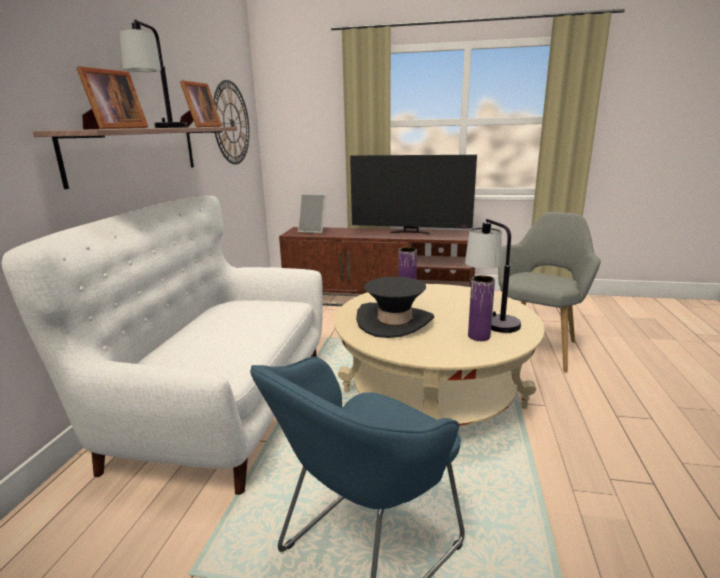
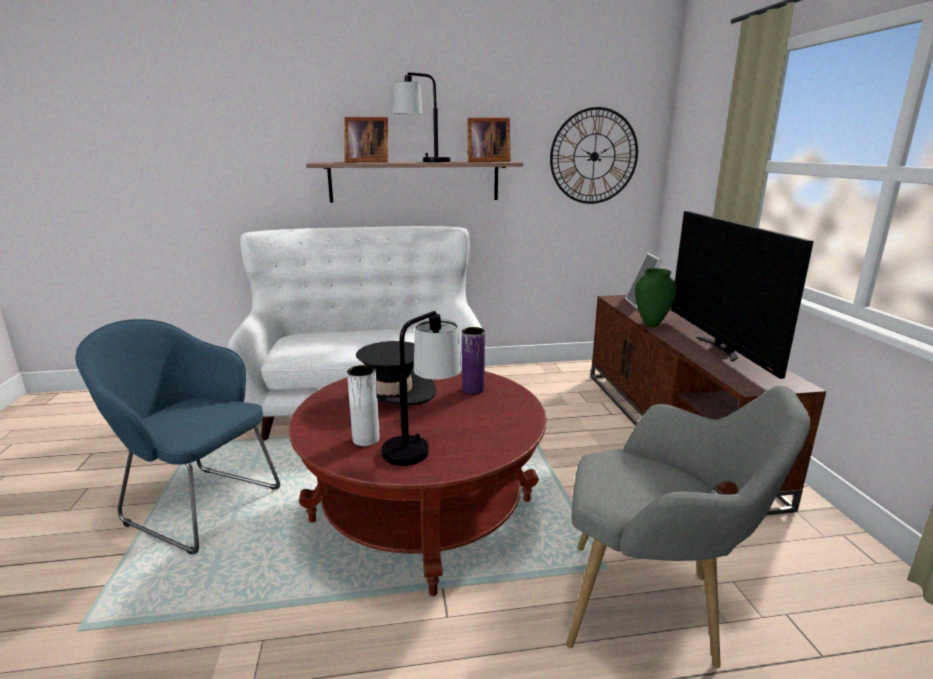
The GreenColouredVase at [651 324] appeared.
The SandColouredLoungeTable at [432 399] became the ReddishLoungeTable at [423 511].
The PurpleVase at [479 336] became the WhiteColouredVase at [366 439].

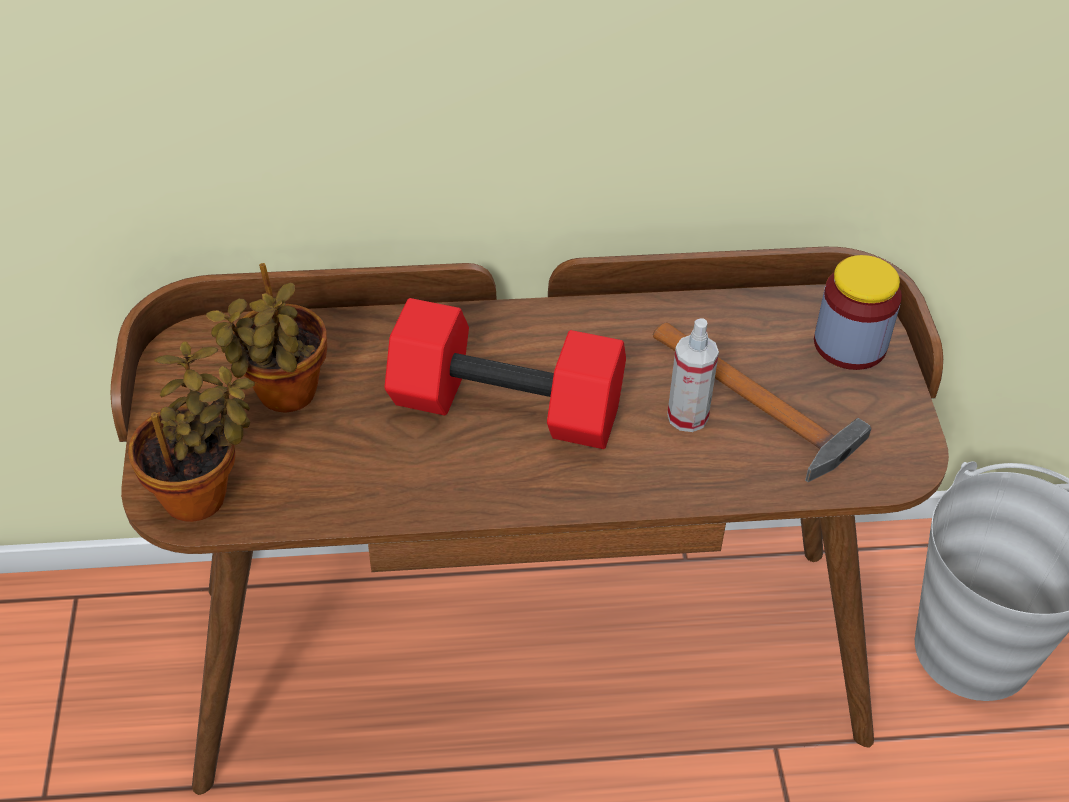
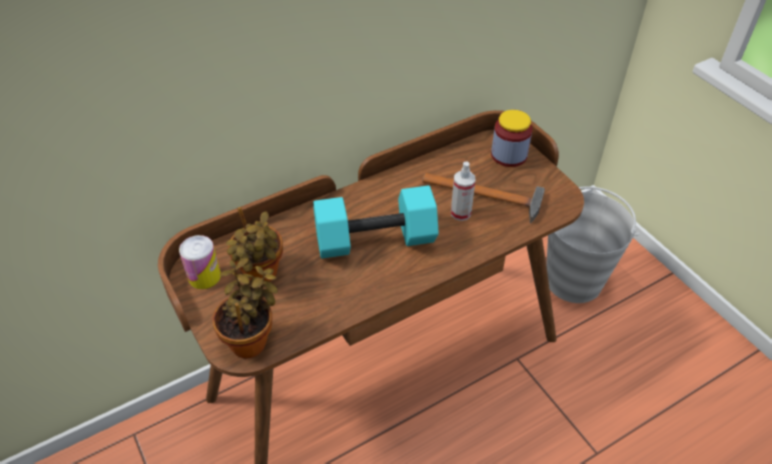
The SealedCan at [204 276] appeared.
The ReddishFreeWeight at [509 405] became the TurquoiseColouredFreeWeight at [376 238].

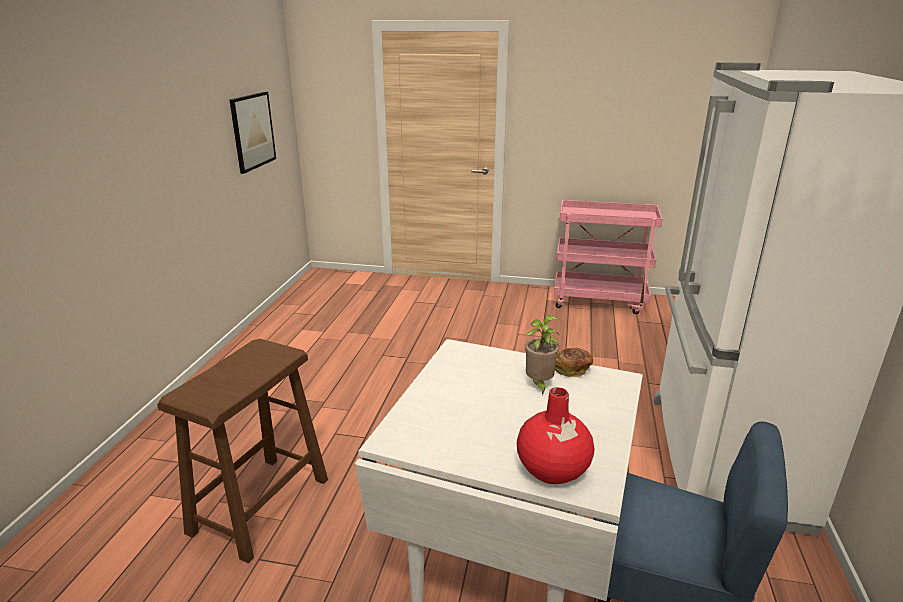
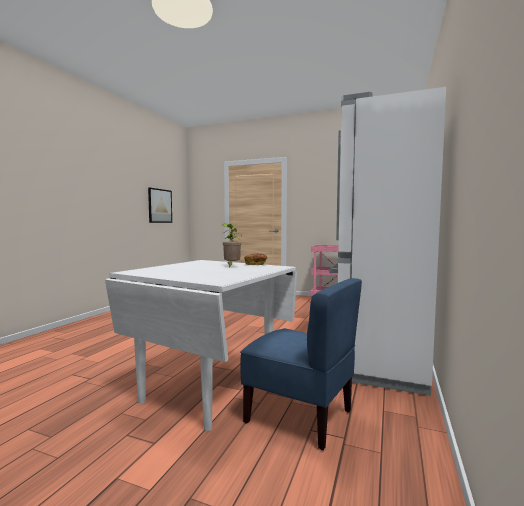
The BrownishStoolSeat at [261 505] disappeared.
The ReddishVase at [552 469] disappeared.

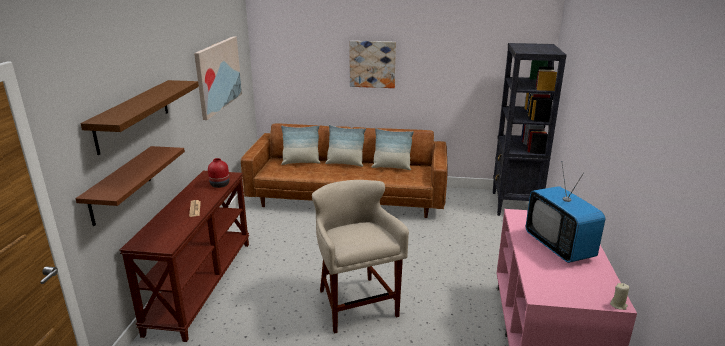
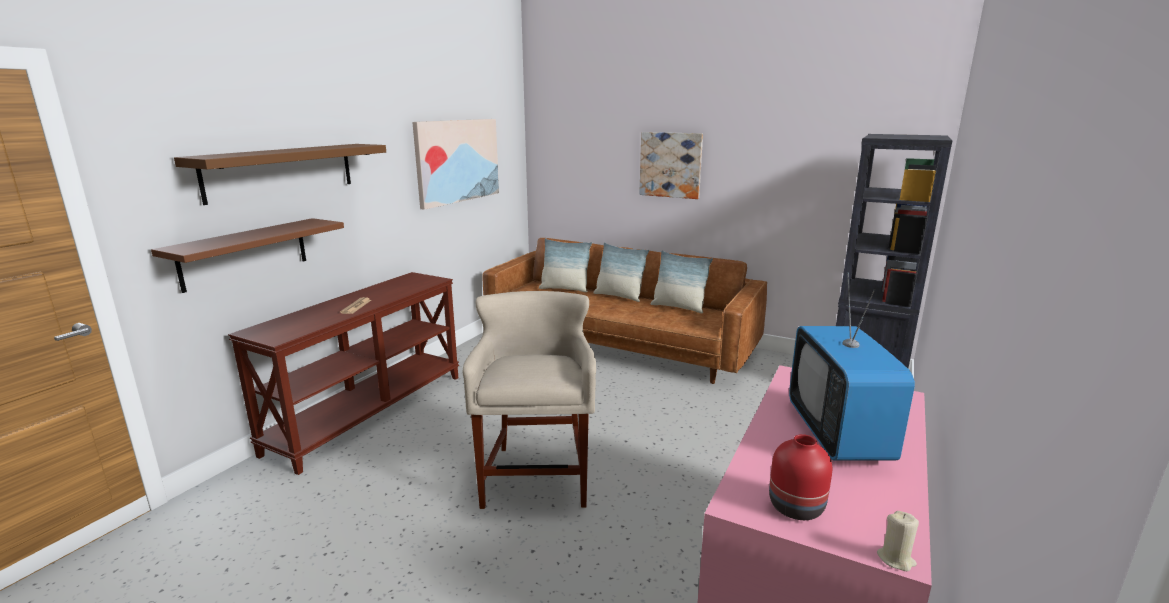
The ReddishVase moved from [219 185] to [794 507].

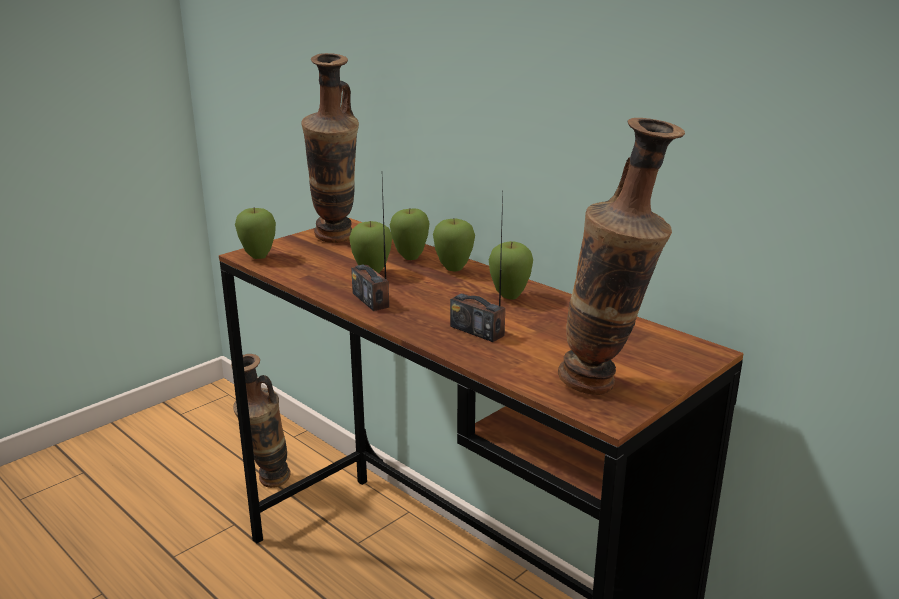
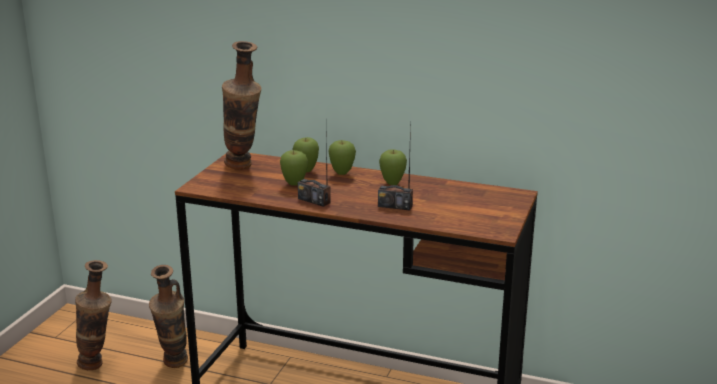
The AppleFruit at [258 258] disappeared.
The Vase moved from [605 388] to [98 365].

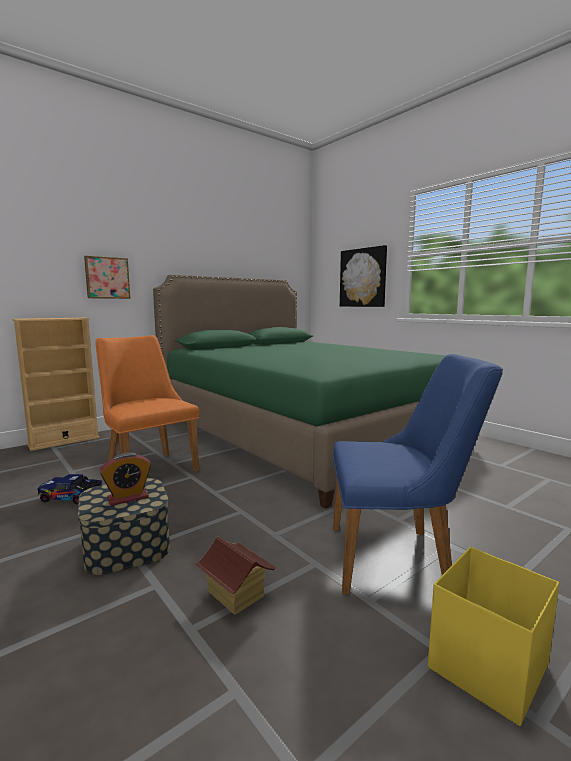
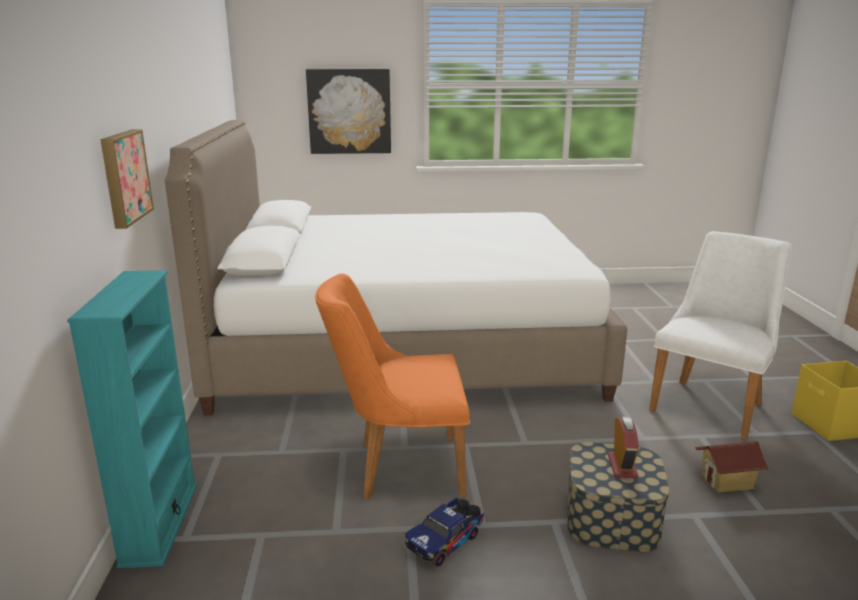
The SandColouredShelvingUnit at [64 441] became the TurquoiseColouredShelvingUnit at [160 523].
The GreenColouredSleepingBed at [301 433] became the WhiteColouredSleepingBed at [406 347].
The BlueColouredPlainChair at [400 558] became the WhiteColouredPlainChair at [712 403].

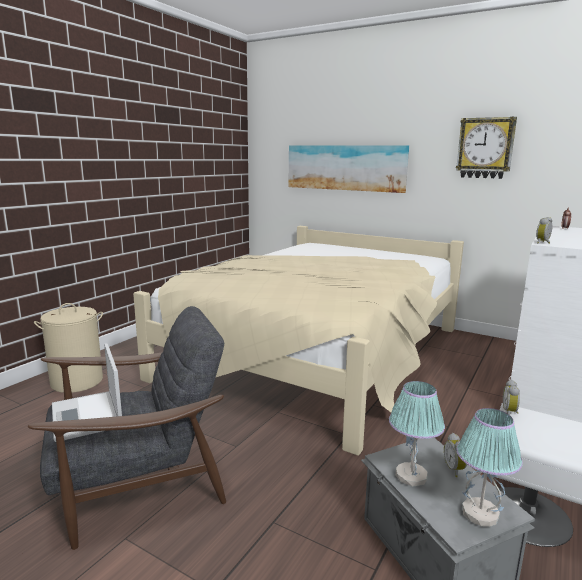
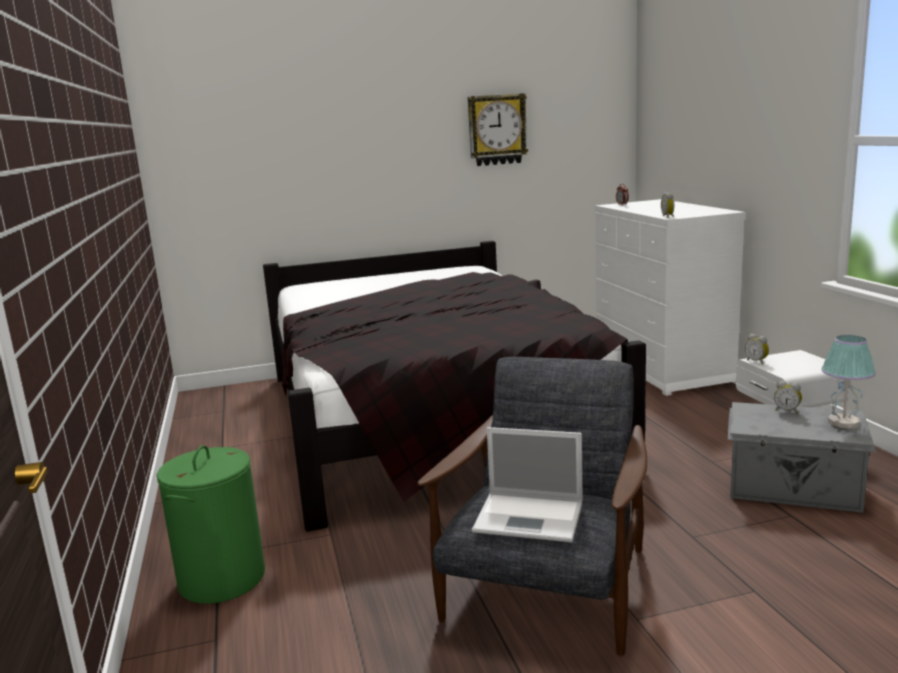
The WallArt at [345 167] disappeared.
The LampForATable at [411 476] disappeared.
The SandColouredHamper at [77 381] became the GreenColouredHamper at [222 578].
The SandColouredSleepingBed at [318 353] became the BlackishSleepingBed at [430 416].

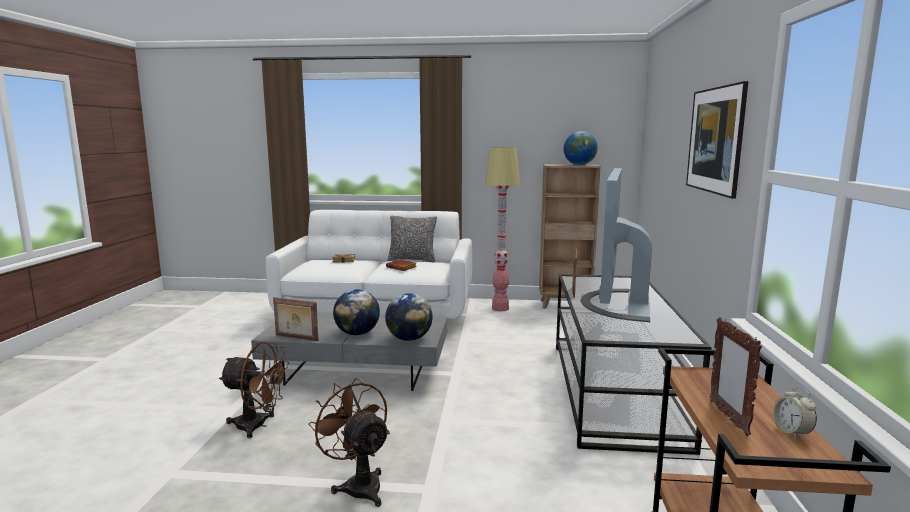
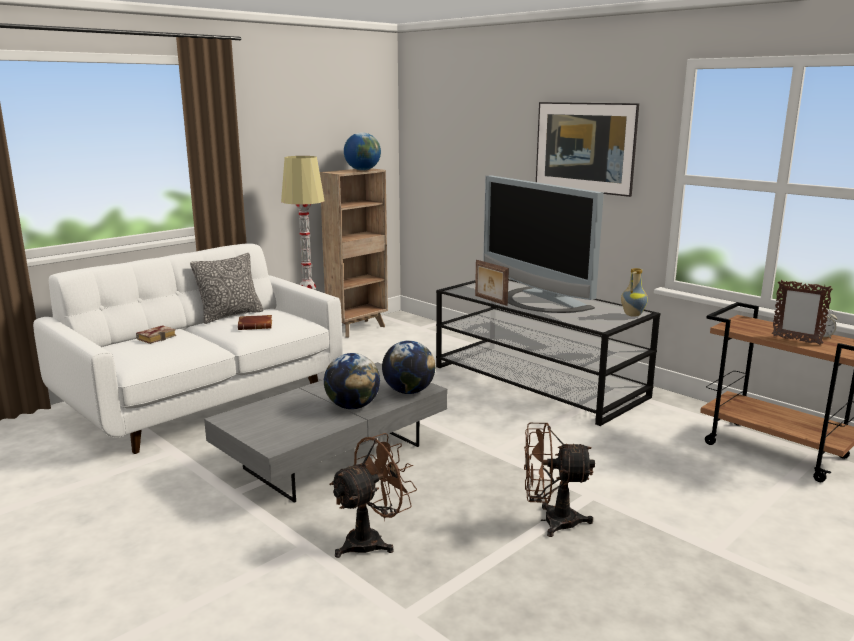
The PictureFrame at [296 338] disappeared.
The Vase at [632 315] appeared.

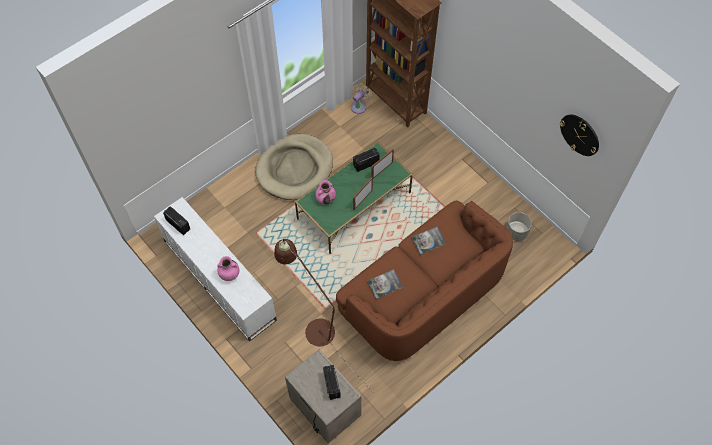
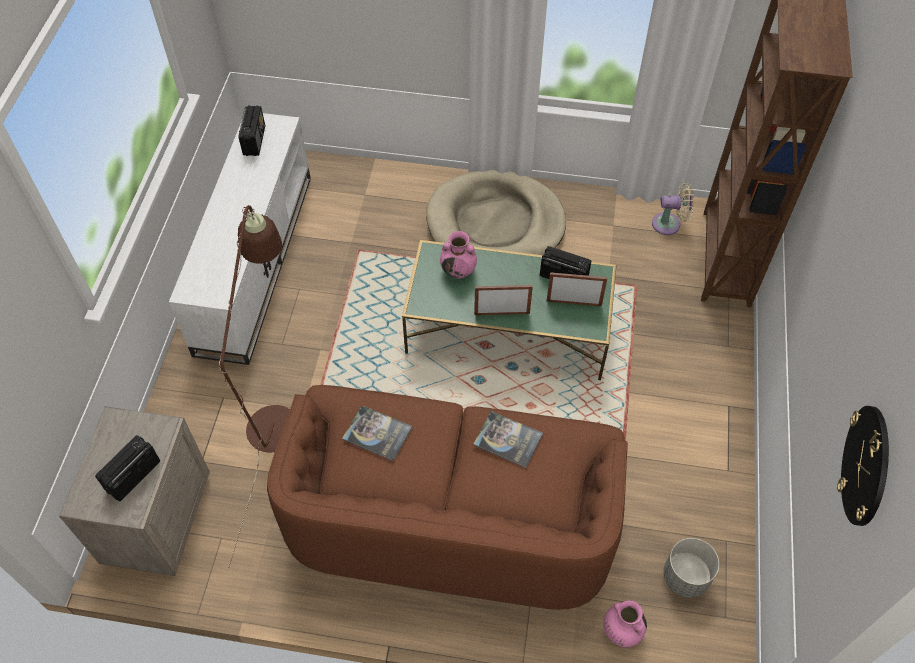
The PinkColouredVase moved from [229 274] to [621 630].

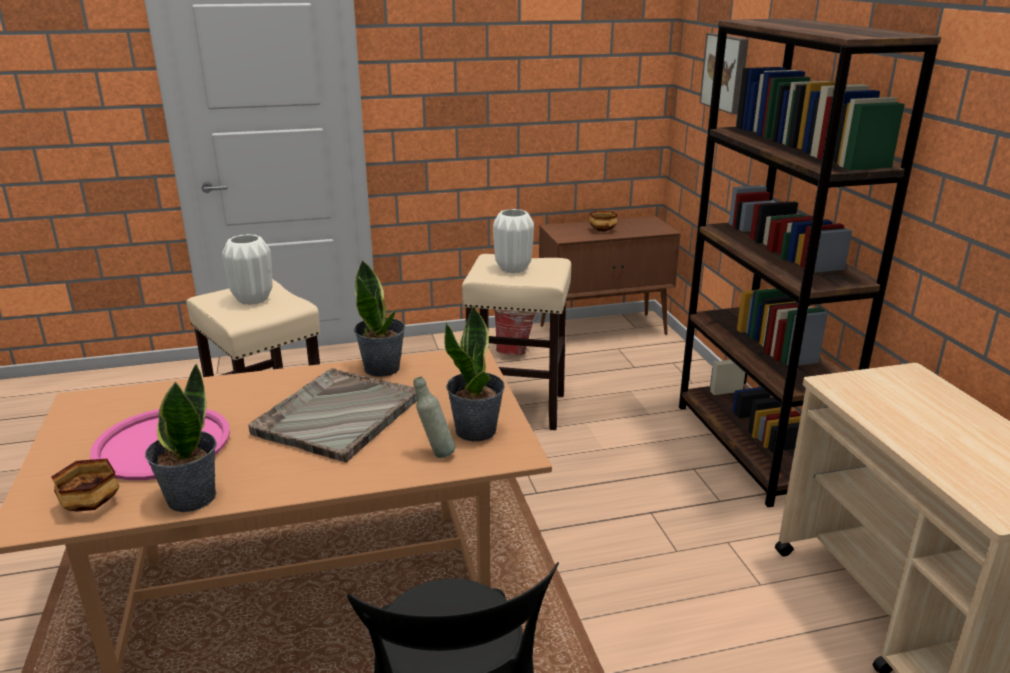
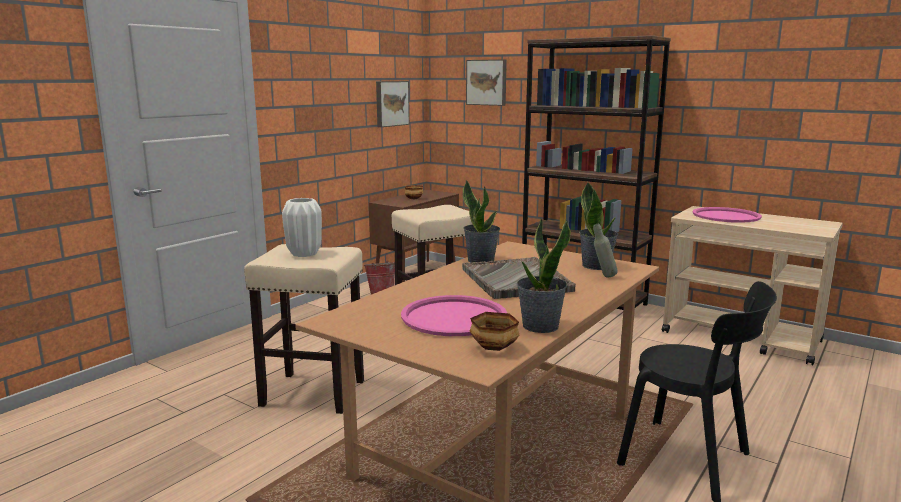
The WhiteColouredVase at [513 268] disappeared.
The WallArt at [391 103] appeared.
The PinkColouredCarryingTray at [726 216] appeared.

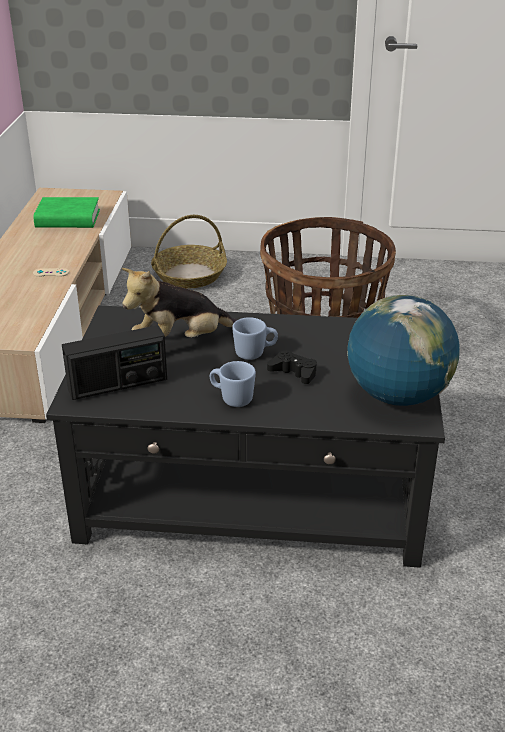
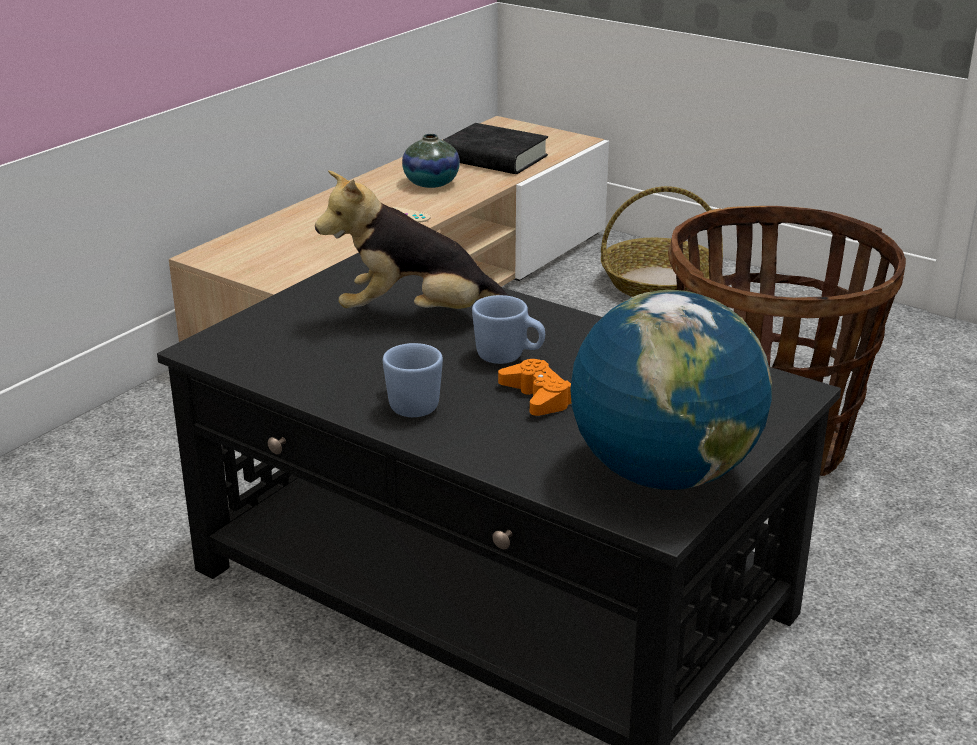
The RadioReceiver at [118 384] disappeared.
The Vase at [431 183] appeared.
The GreenColouredBoundBook at [68 219] became the BlackishBoundBook at [494 158].
The BlackishGamepad at [294 372] became the OrangeyGamepad at [537 397].

